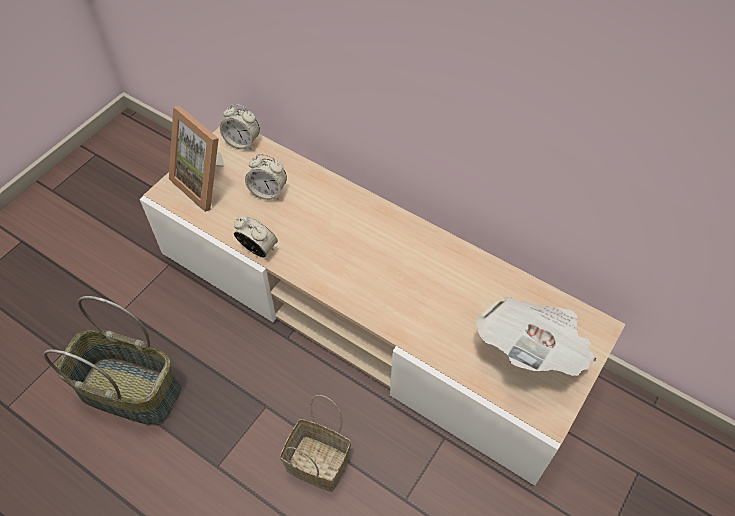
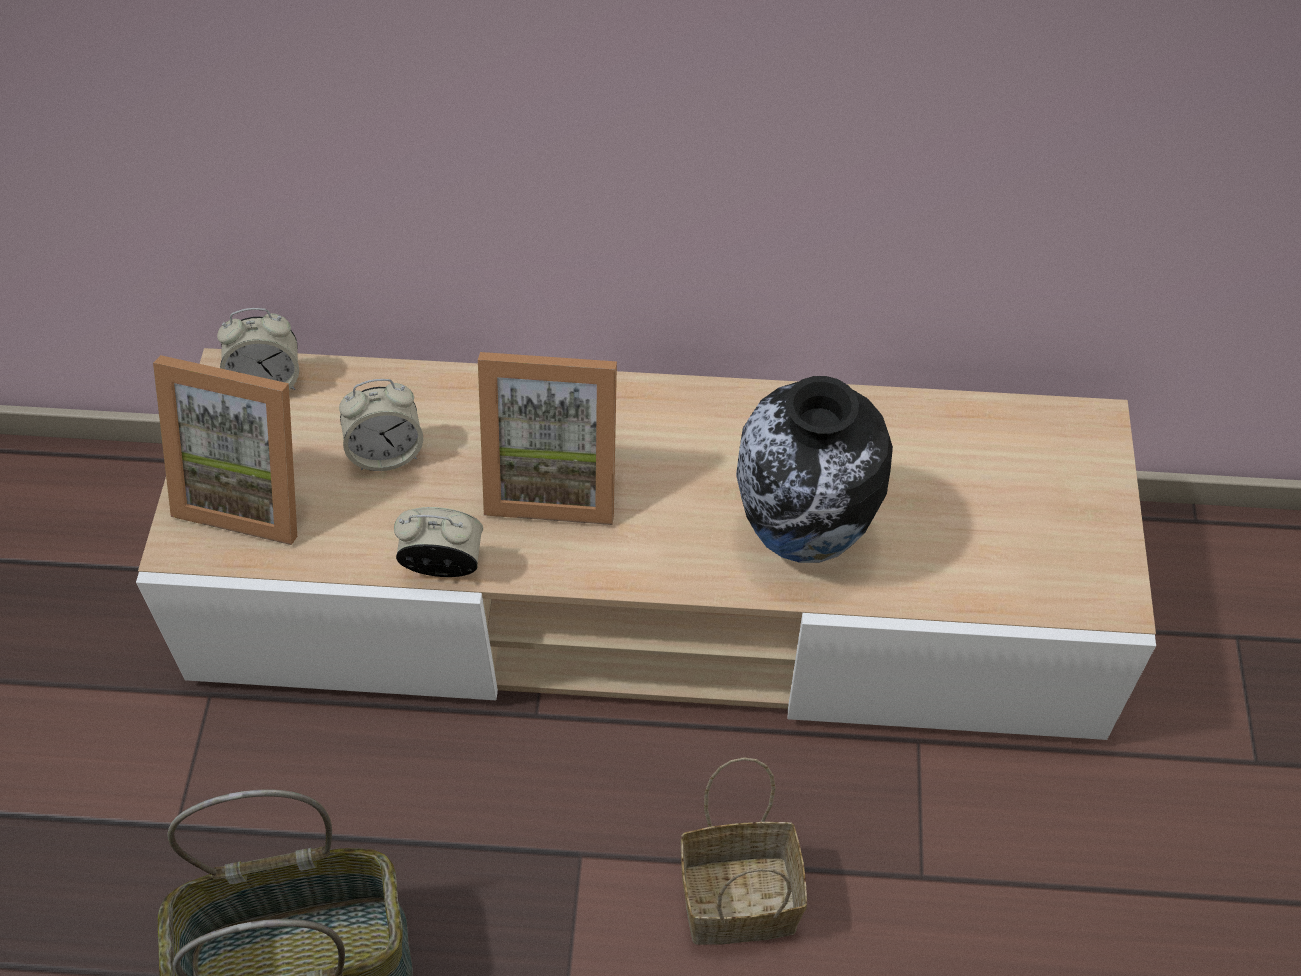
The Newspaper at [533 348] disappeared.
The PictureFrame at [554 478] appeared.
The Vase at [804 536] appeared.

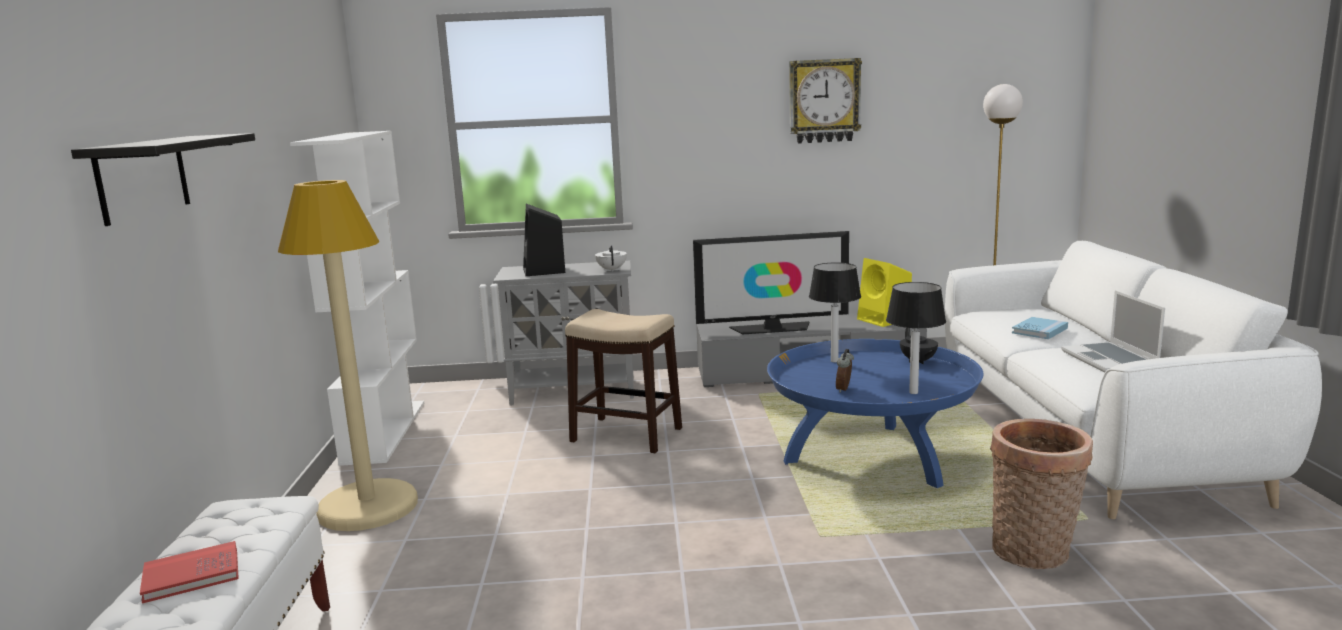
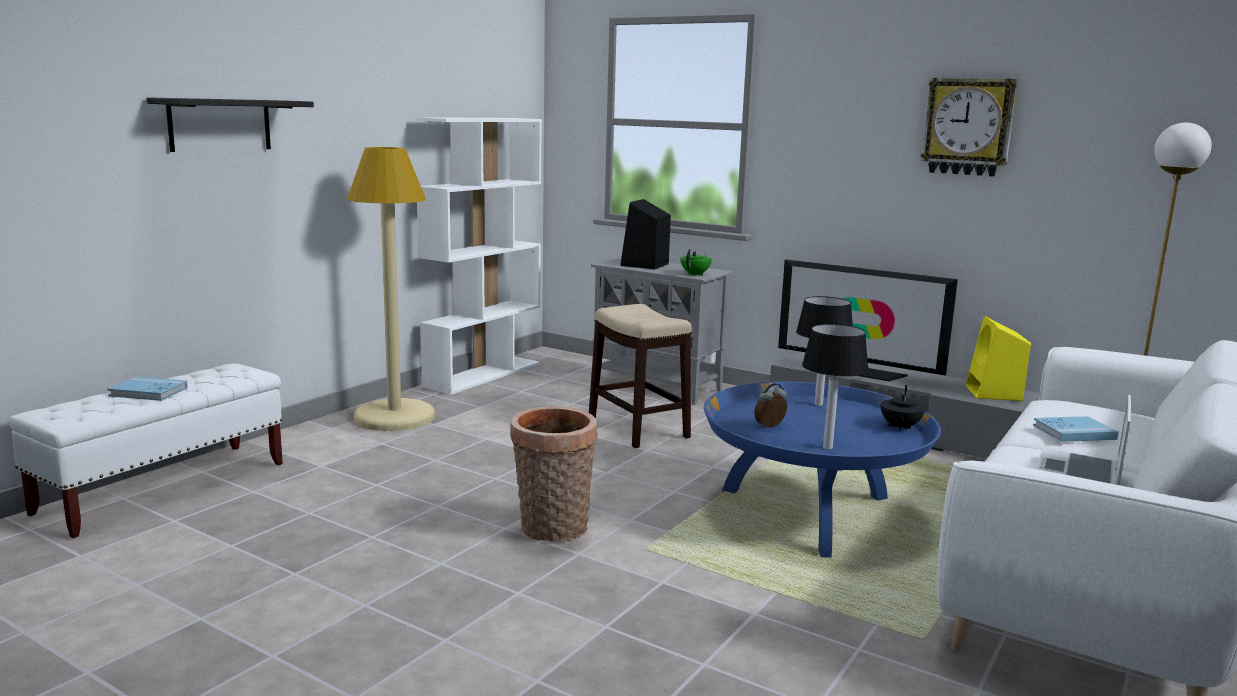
The StorageBasket moved from [1034 554] to [552 531].
The ReddishBoundBook at [191 575] became the BlueColouredBoundBook at [148 392].
The WhiteColouredTeaPot at [612 270] became the GreenColouredTeaPot at [695 274].

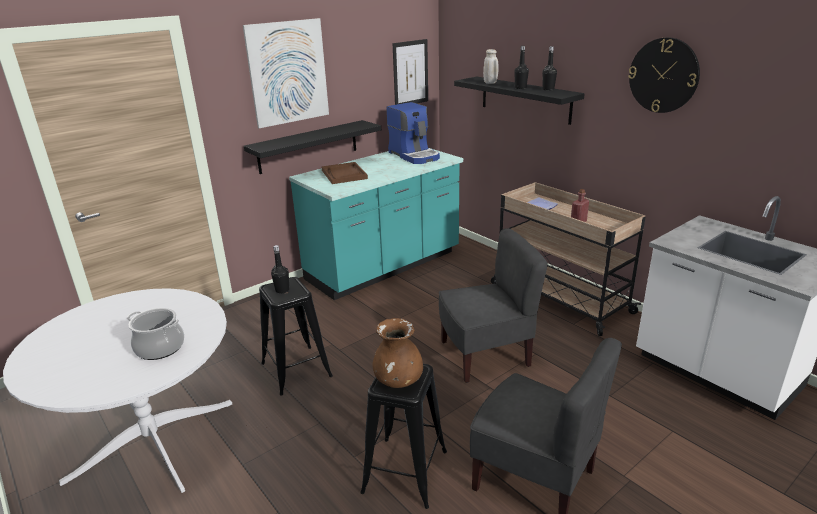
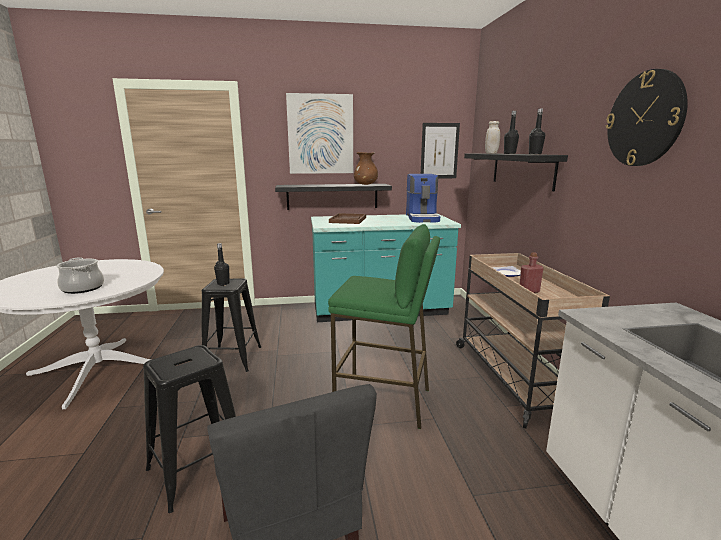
The BrownishVase moved from [398 381] to [365 184].
The GreyPlainChair at [486 355] was replaced by the GreenColouredStoolSeat at [384 401].

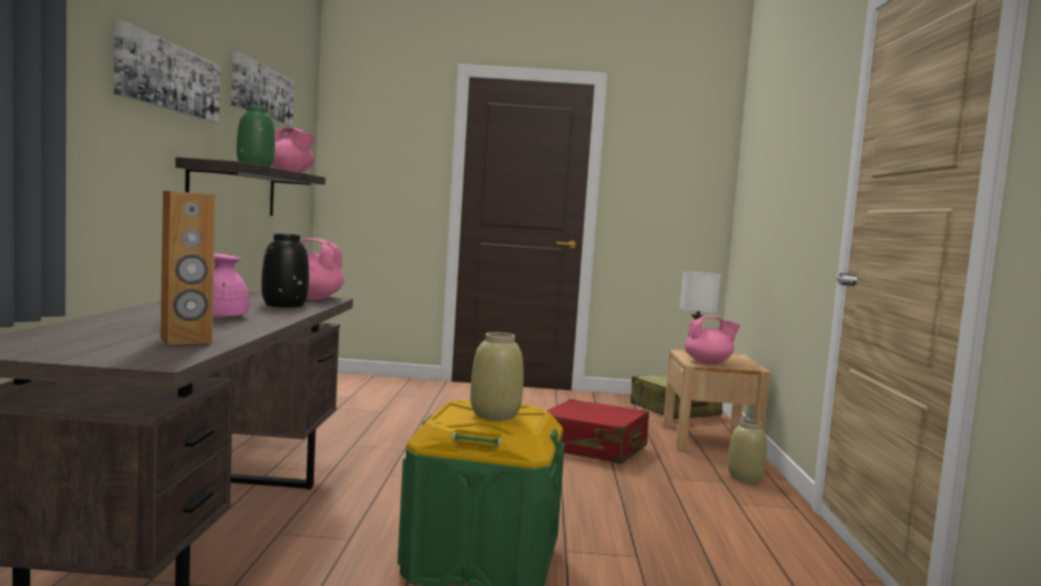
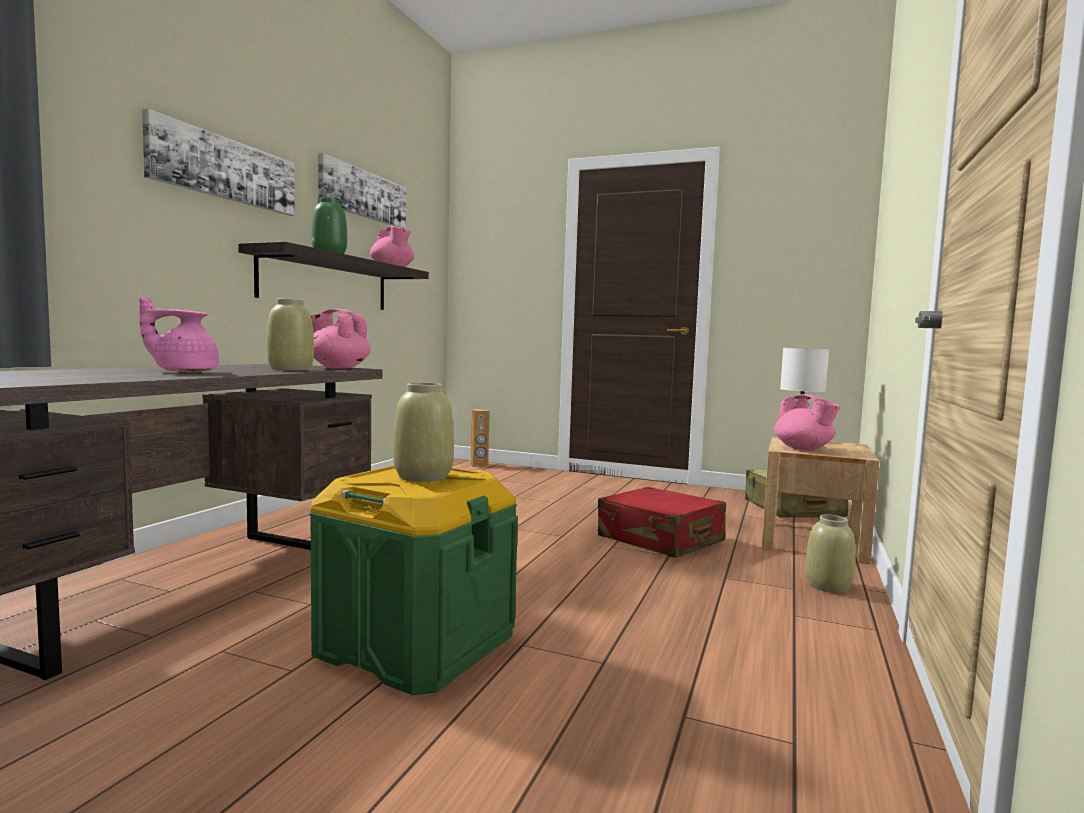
The BrownishLoudspeaker moved from [186 340] to [479 465].
The BlackishVase at [284 305] became the SandColouredVase at [290 369].
The PinkColouredTeaPot at [708 362] turned 45 degrees clockwise.

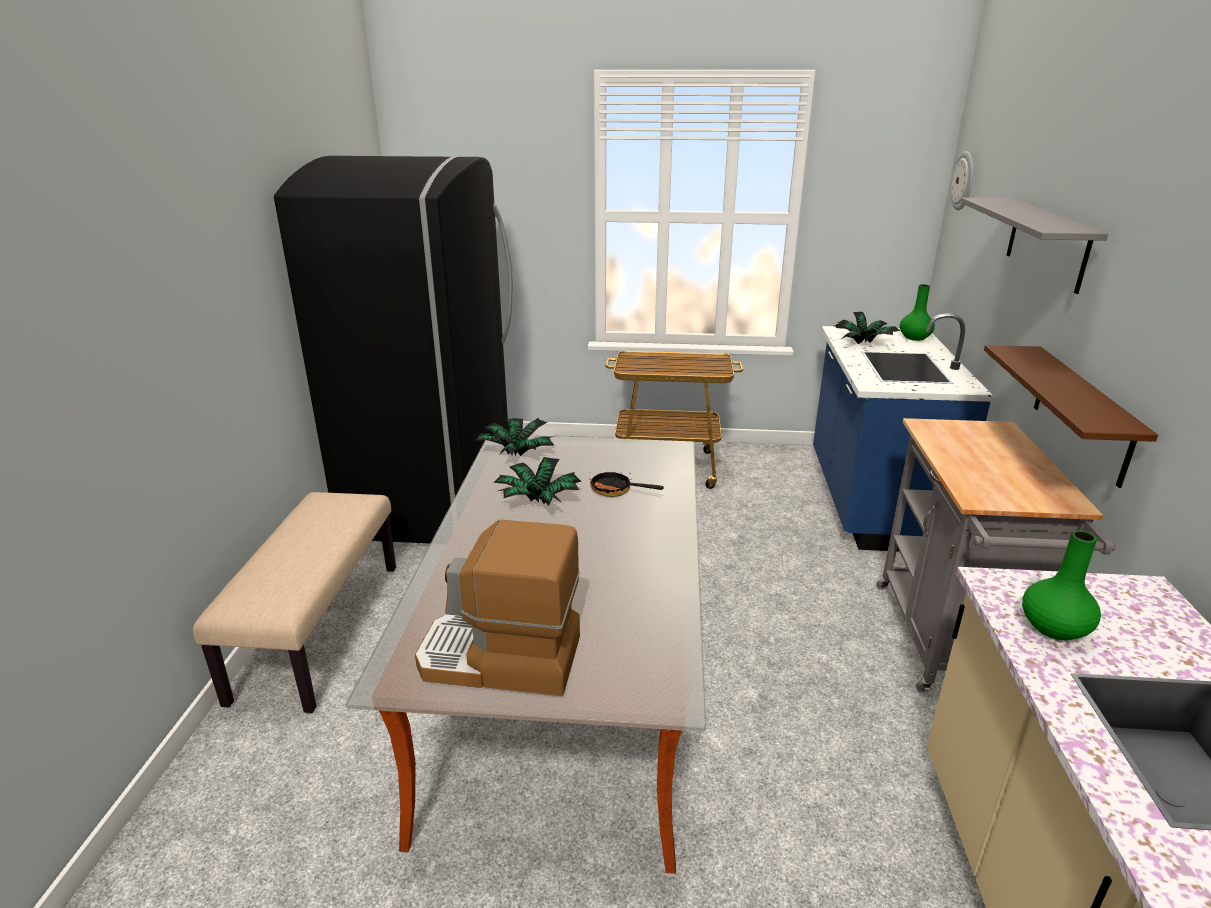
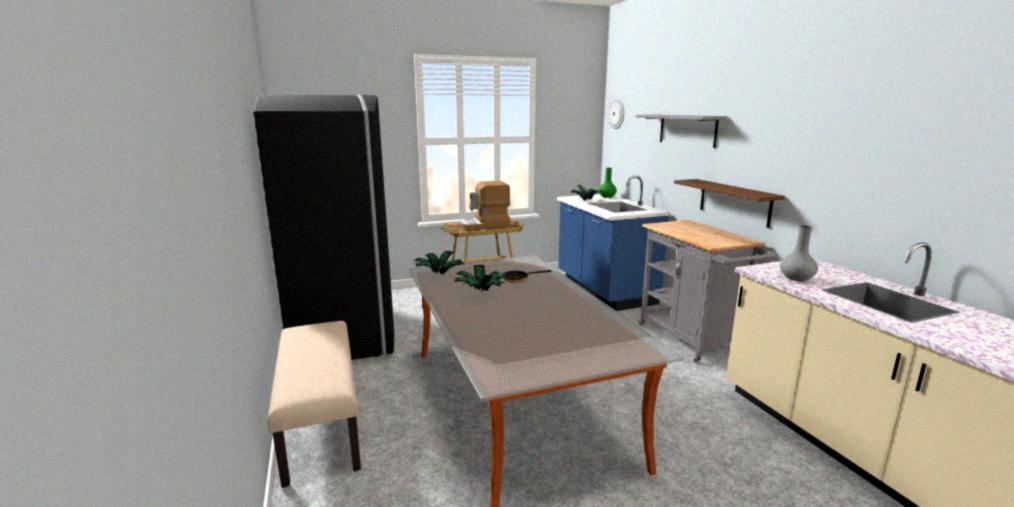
The CoffeeMachine moved from [500 659] to [485 225].
The GreenColouredVase at [1054 629] became the GreyVase at [797 278].

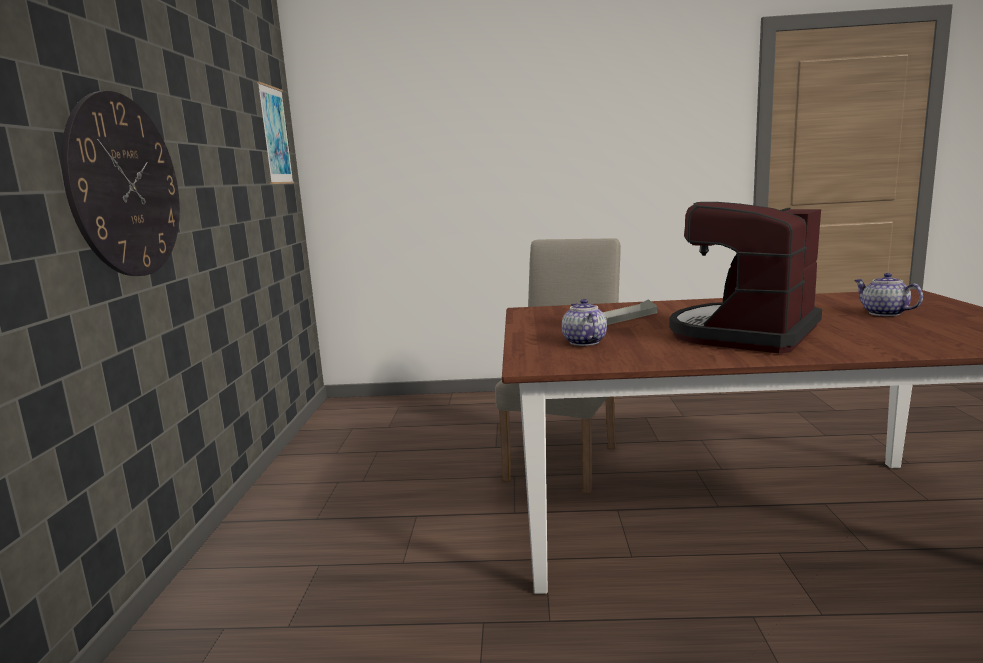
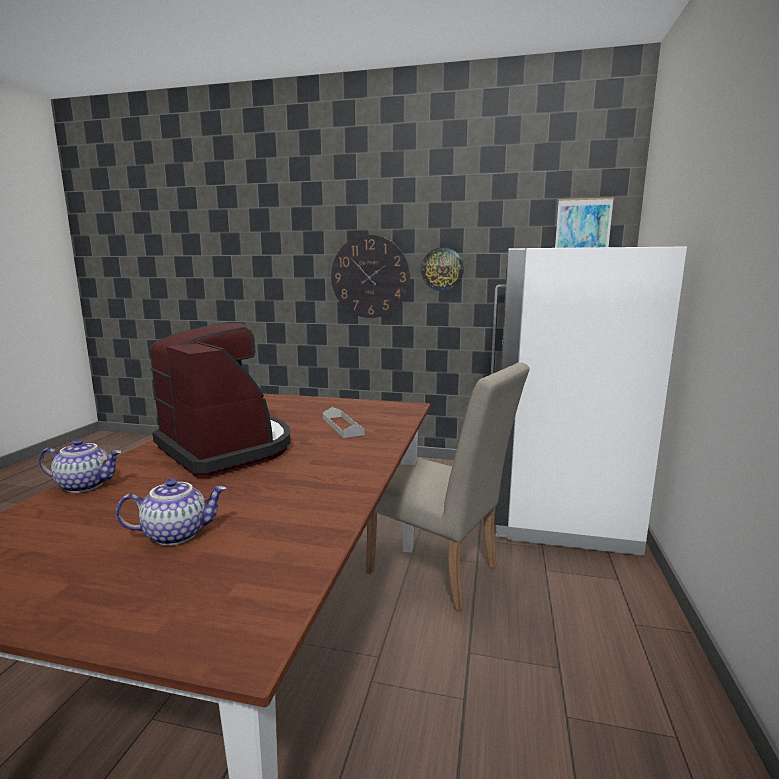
The ClockOnTheWall at [442 269] appeared.
The WhiteColouredKitchenFridge at [556 509] appeared.
The TeaPot moved from [583 342] to [86 485].

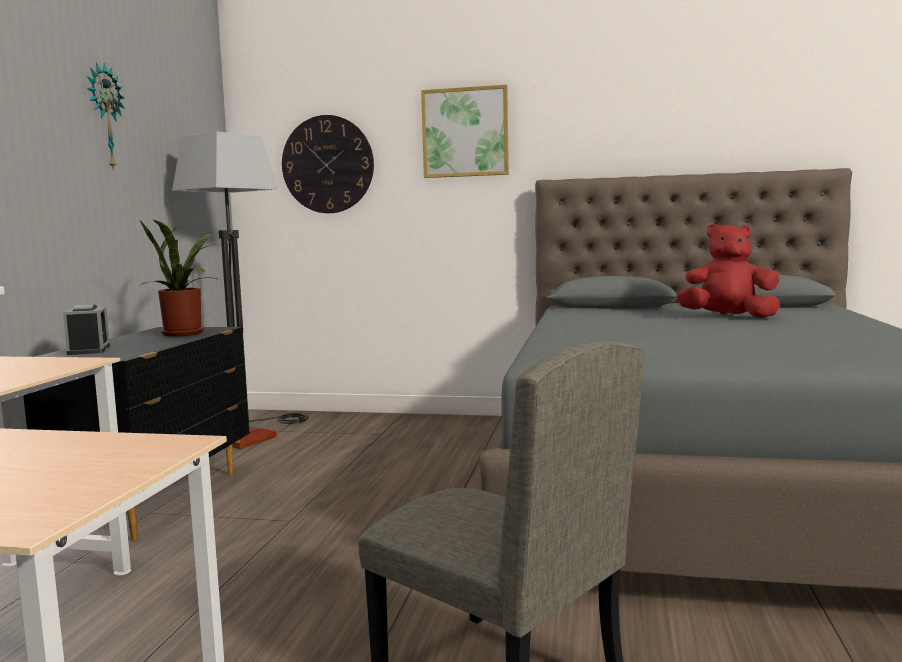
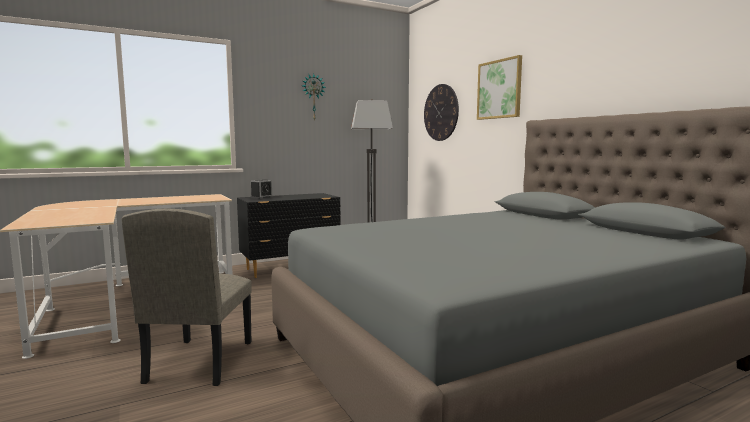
The Houseplant at [186 334] disappeared.
The ReddishCuddlyToy at [728 317] disappeared.

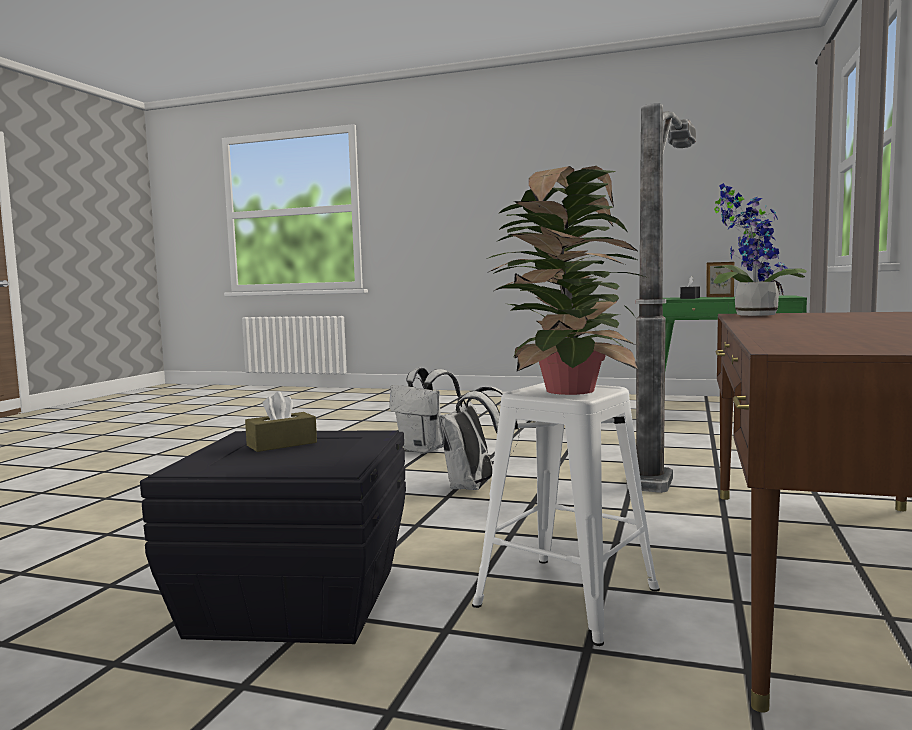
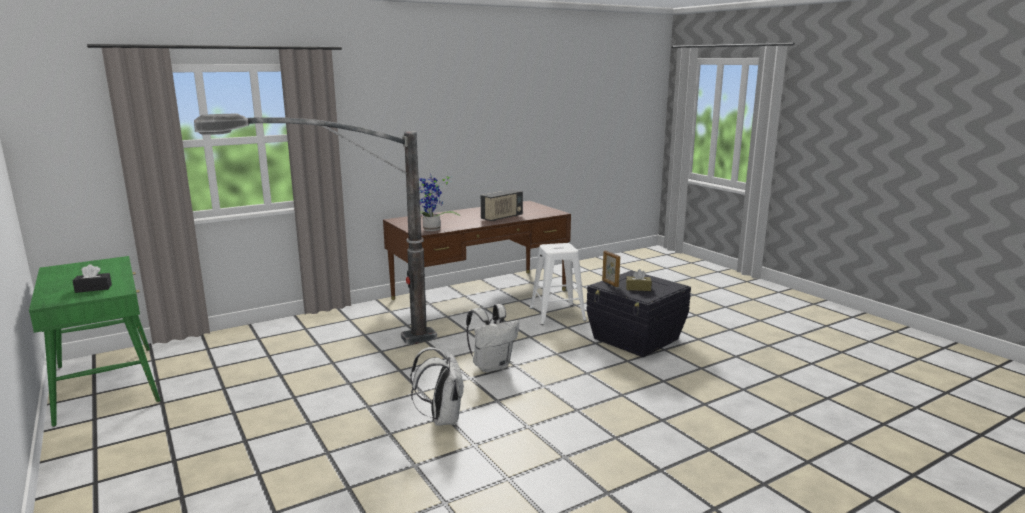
The Houseplant at [566 391] disappeared.
The RadioReceiver at [502 218] appeared.
The PictureFrame moved from [719 297] to [610 284].

